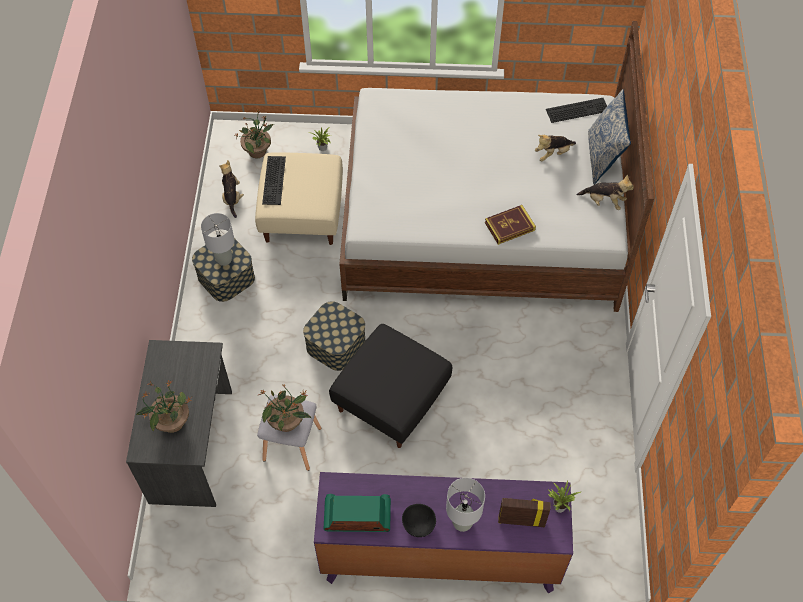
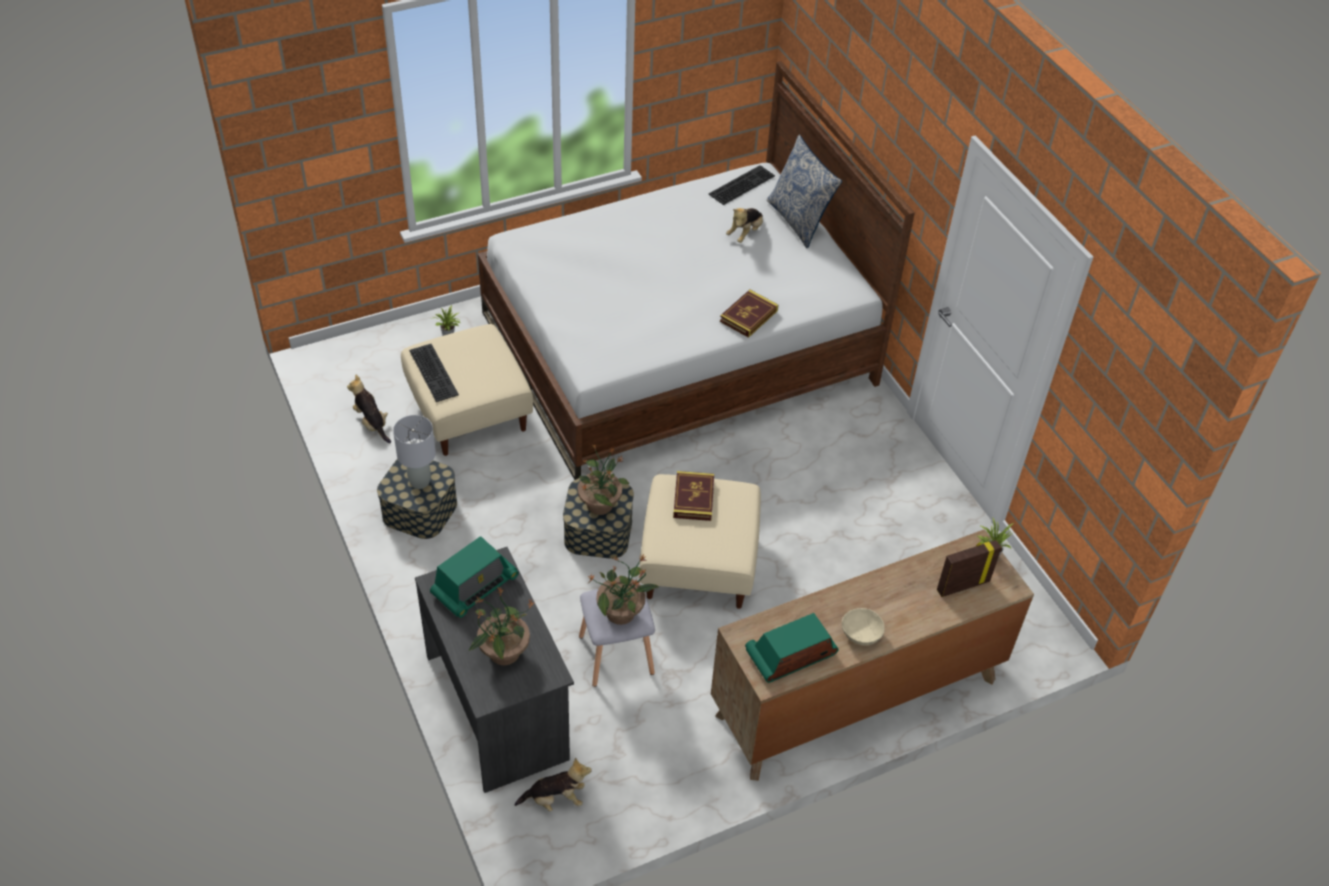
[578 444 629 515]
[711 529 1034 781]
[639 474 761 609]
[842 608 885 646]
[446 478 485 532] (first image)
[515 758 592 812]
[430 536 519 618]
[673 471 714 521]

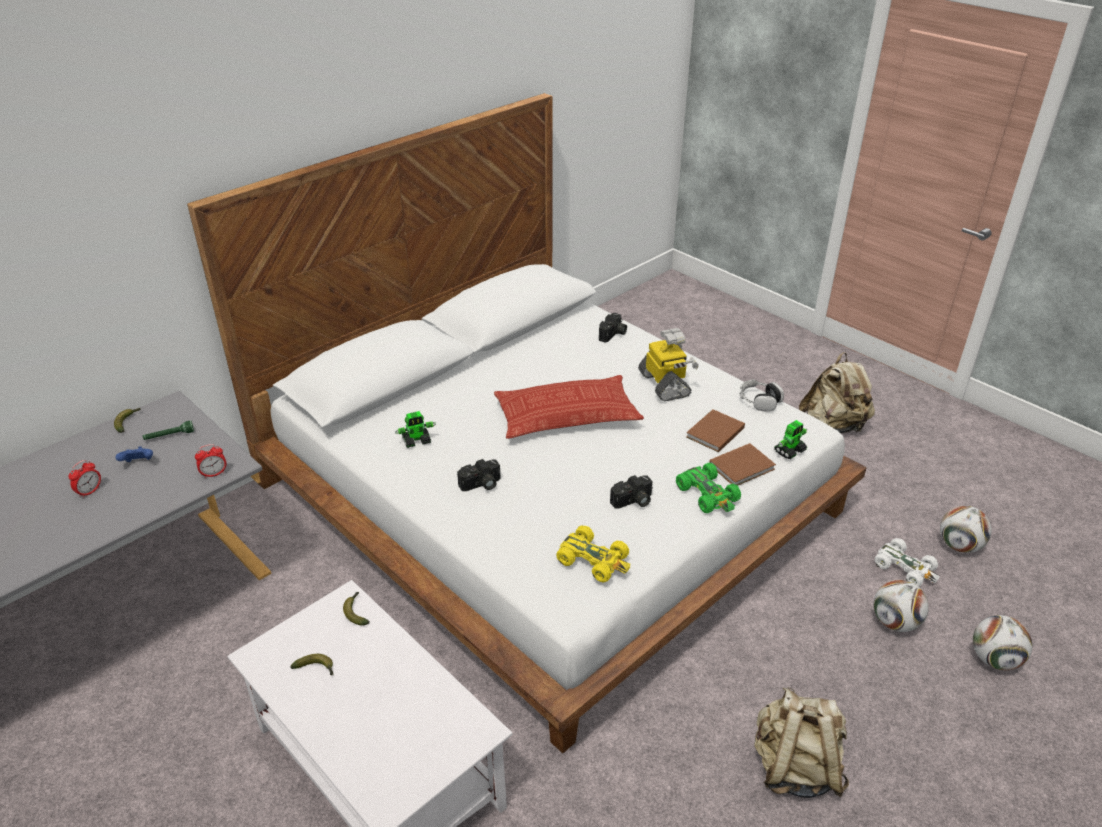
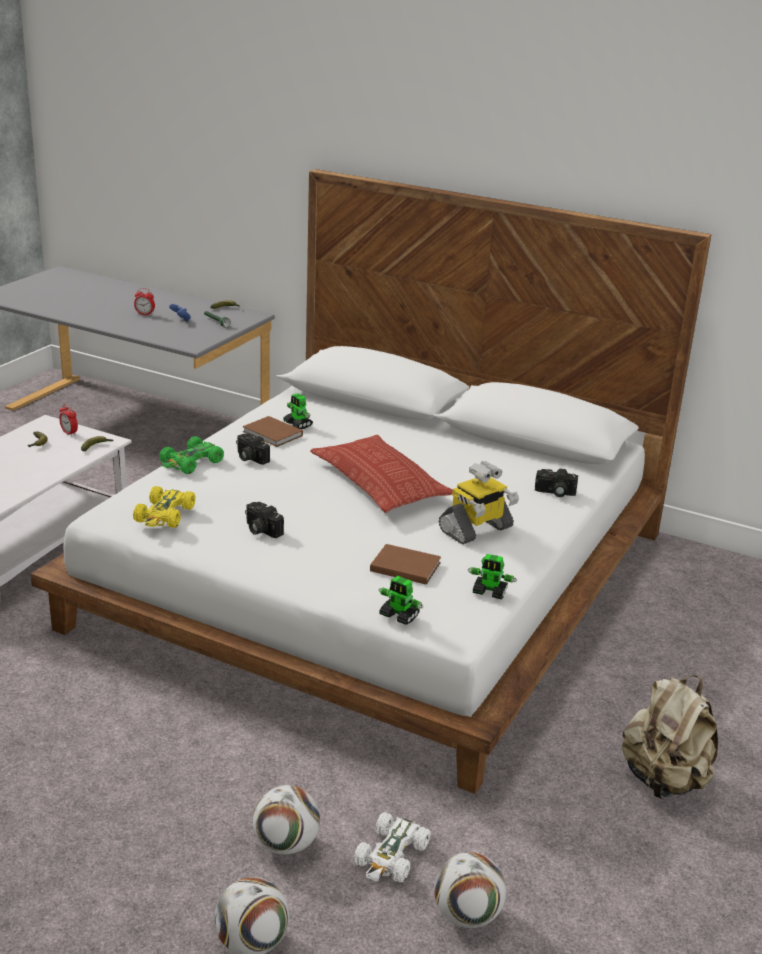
[59 404 78 436]
[159 436 224 474]
[243 416 303 447]
[468 554 517 599]
[754 687 849 798] (first image)

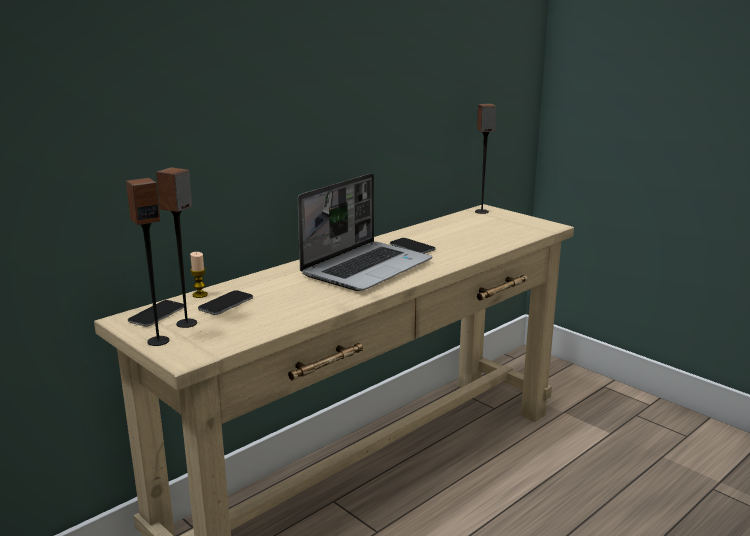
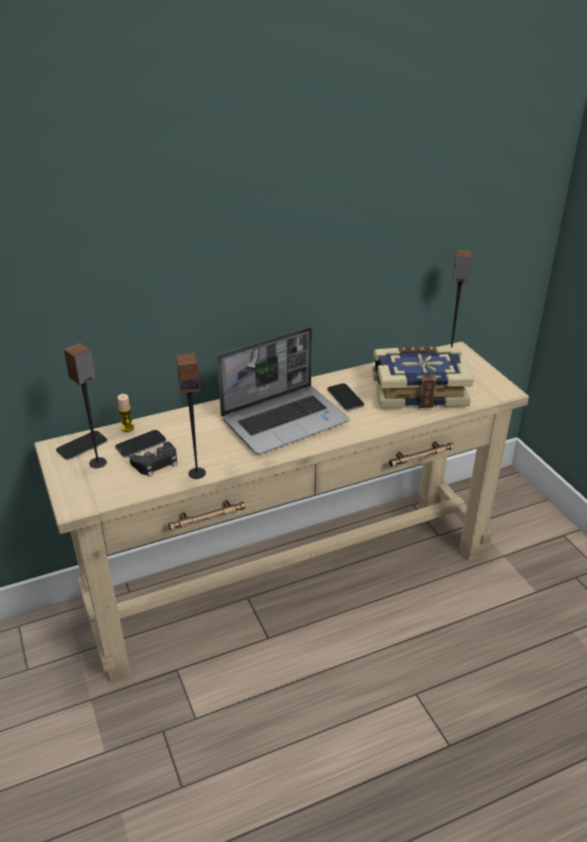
[176 353 206 479]
[129 442 177 477]
[373 347 473 408]

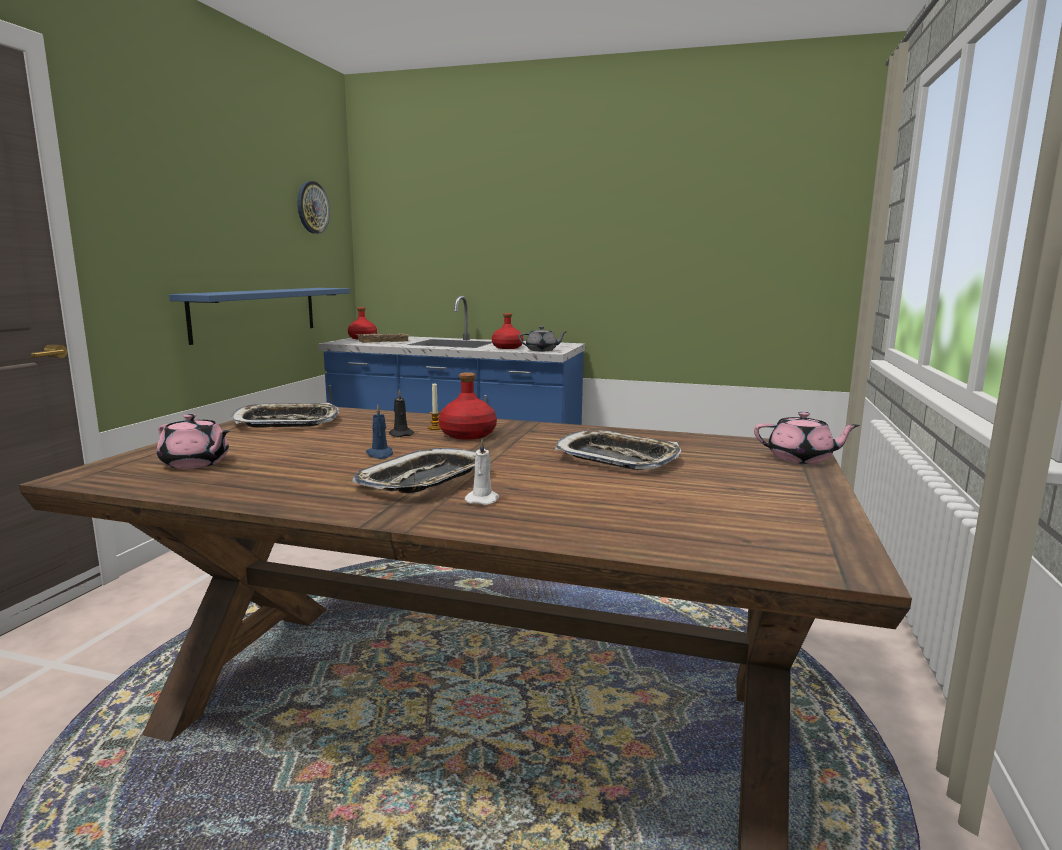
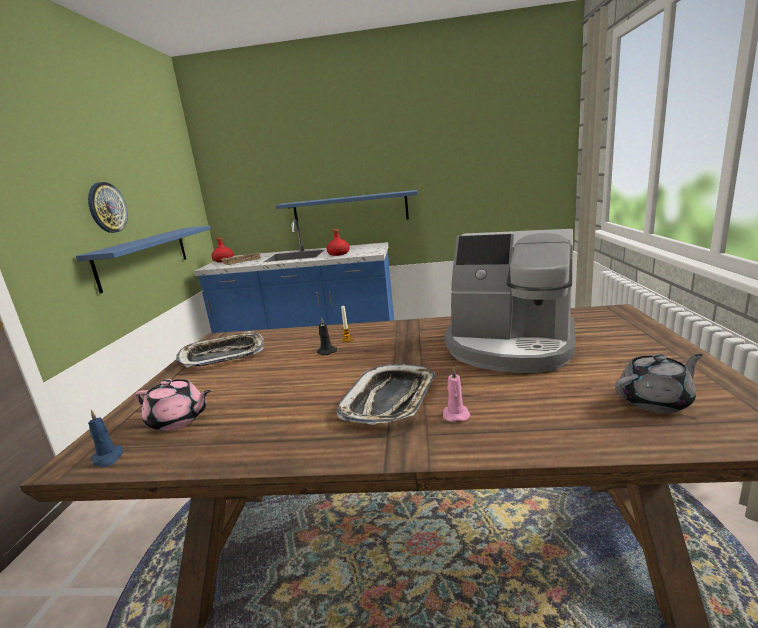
[88 182 128 233]
[88 410 122 467]
[439 372 497 440] (first image)
[443 366 471 422]
[615 354 703 413]
[444 229 575 373]
[754 411 860 464] (first image)
[276 190 418 227]

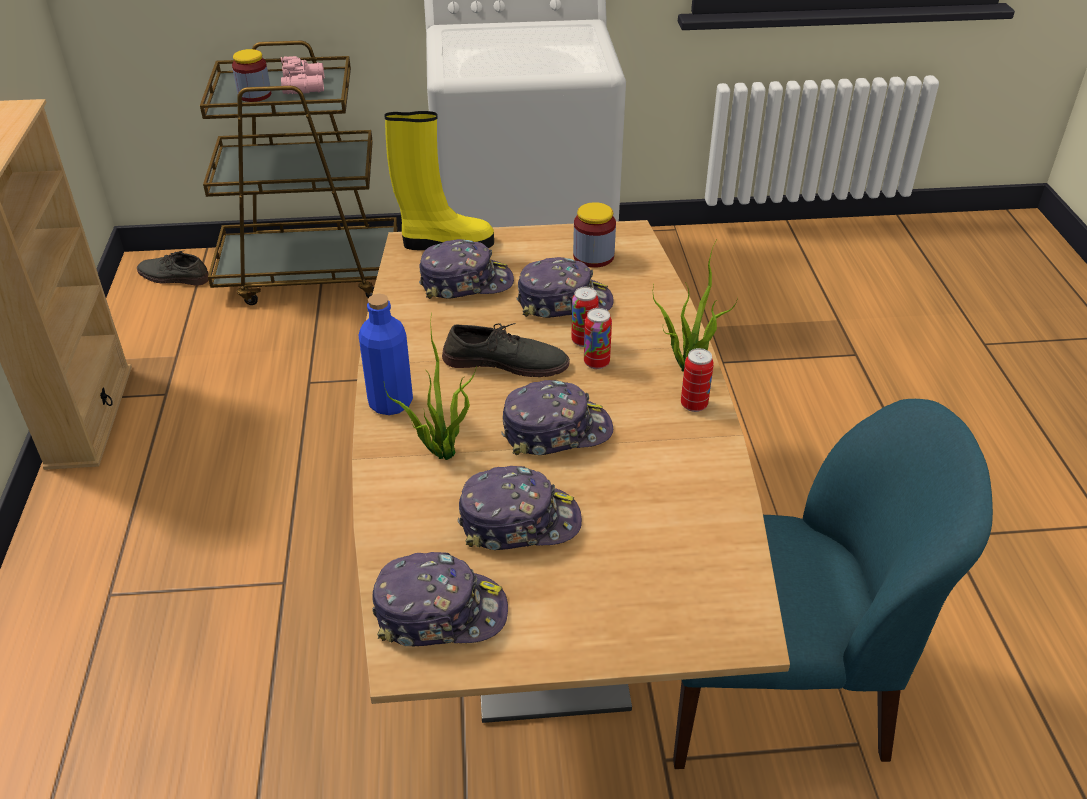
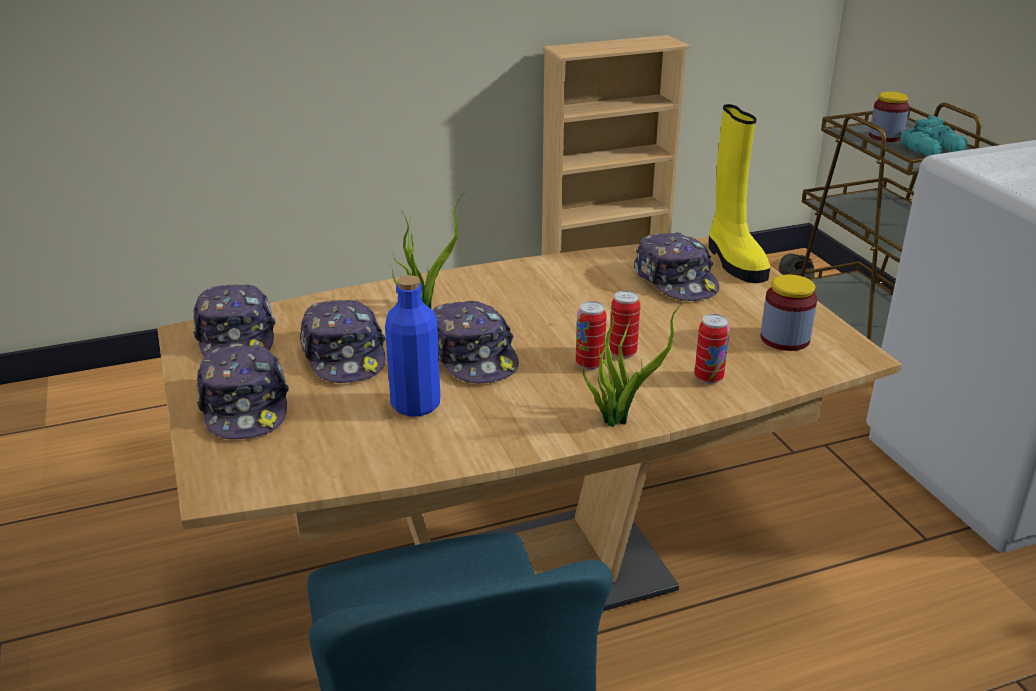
[900 115 967 156]
[385 275 440 416]
[442 323 570 377] (first image)
[197 345 289 439]
[694 314 730 384]

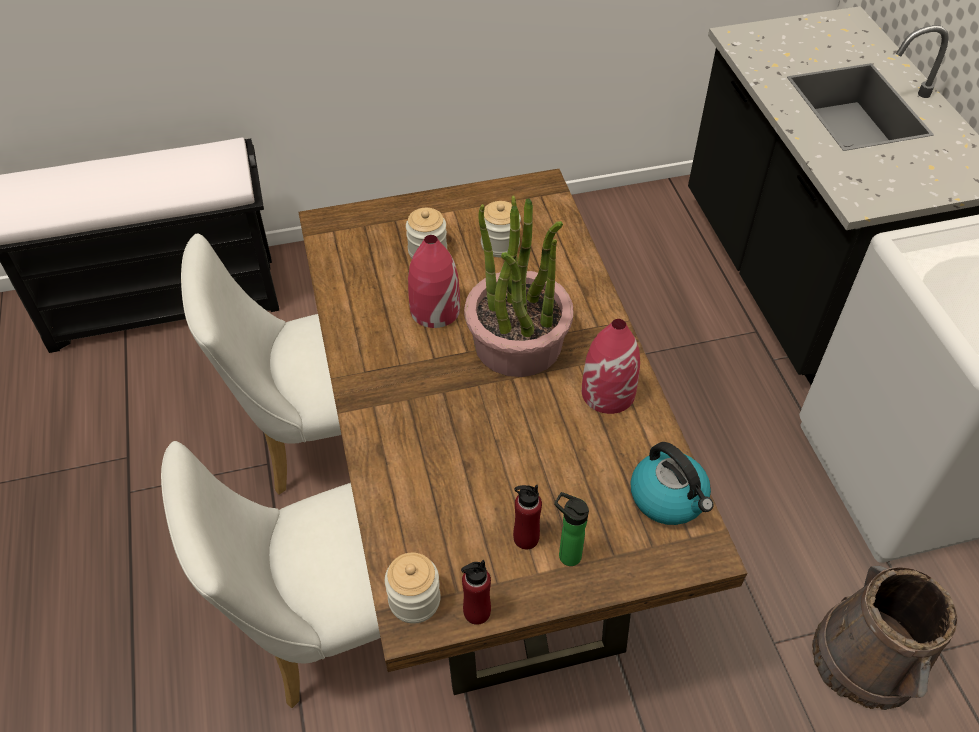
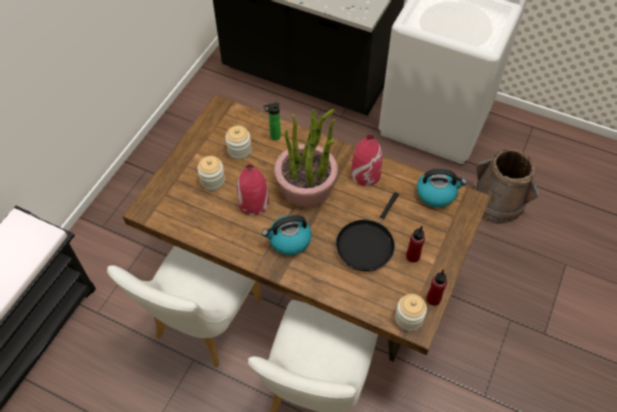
[263 103 281 140]
[262 215 312 255]
[336 192 399 271]

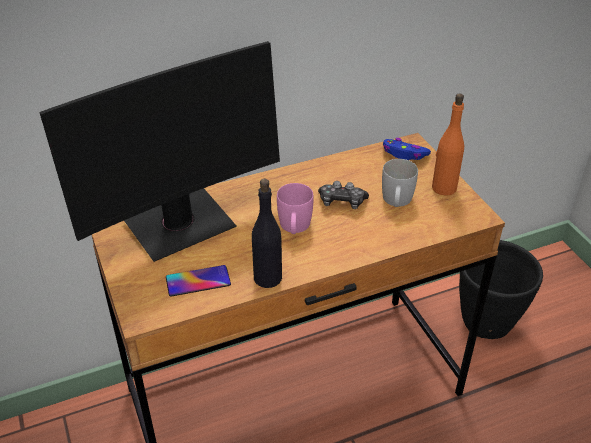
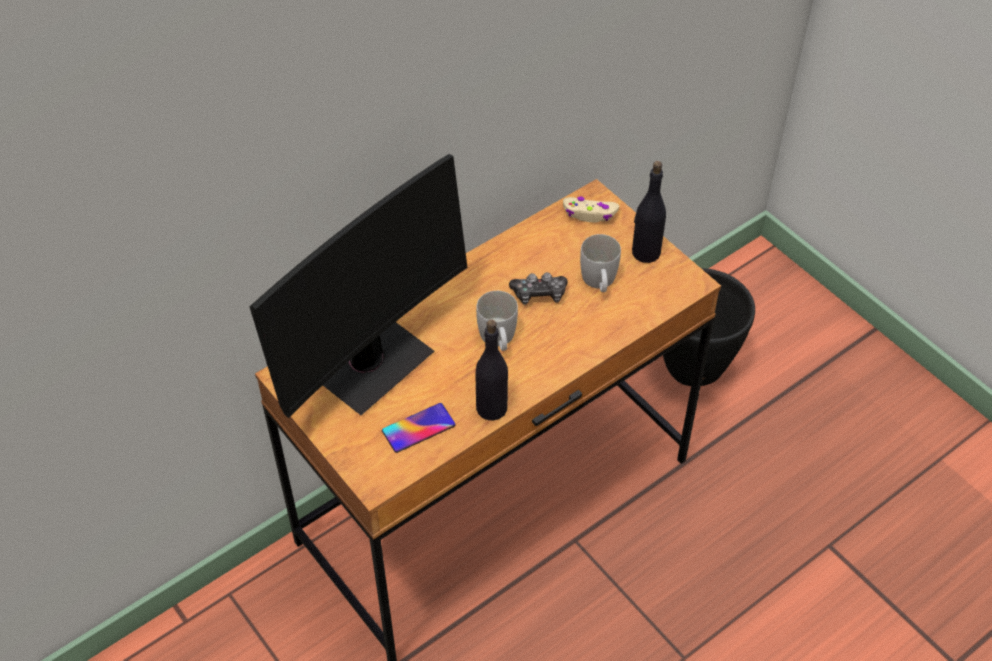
[476 291 518 351]
[563 196 619 223]
[632 161 666 263]

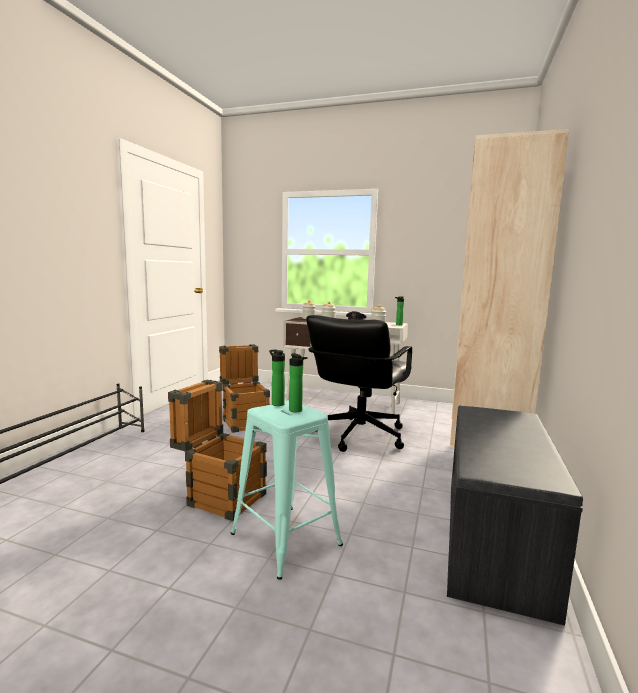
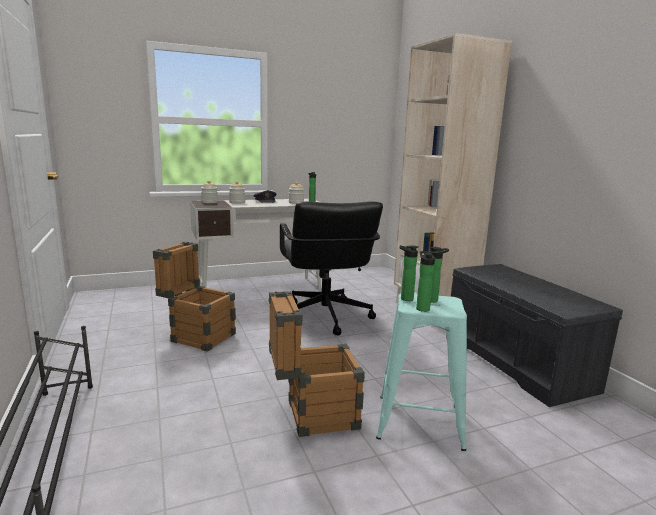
[416 251 435 312]

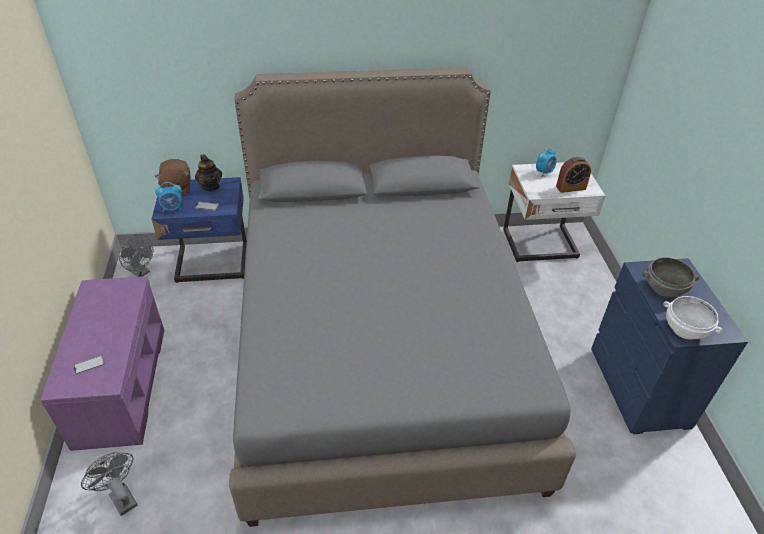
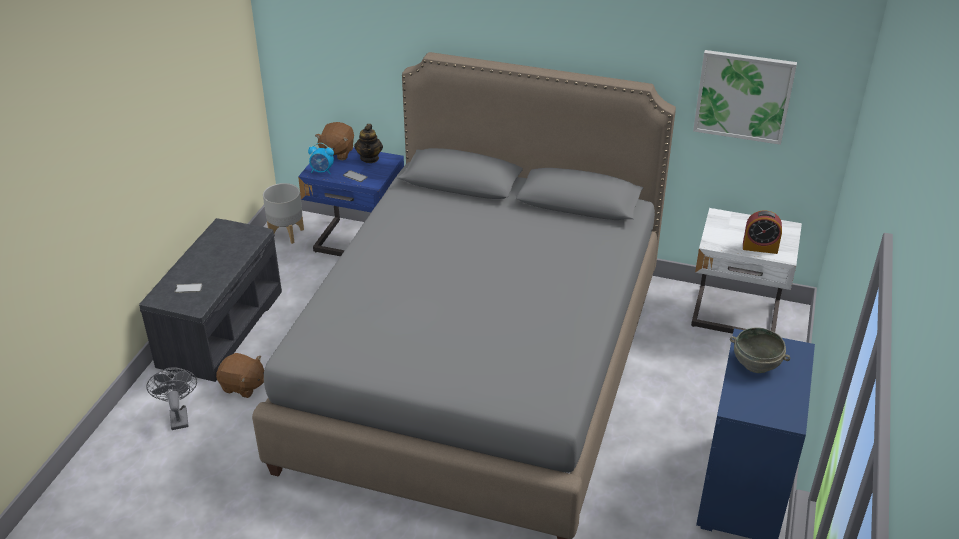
[139 218 282 382]
[263 183 304 244]
[536 148 557 177] (first image)
[663 296 722 340] (first image)
[216 353 264 398]
[693 50 797 145]

